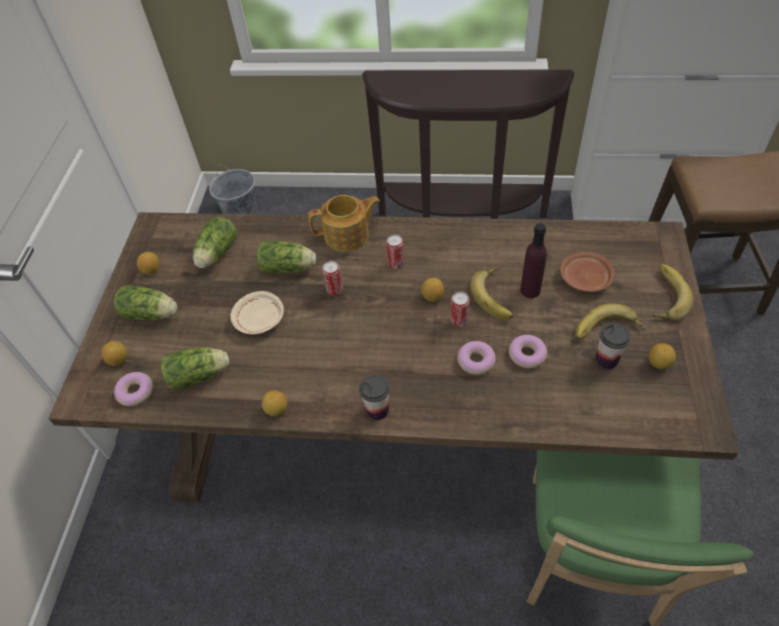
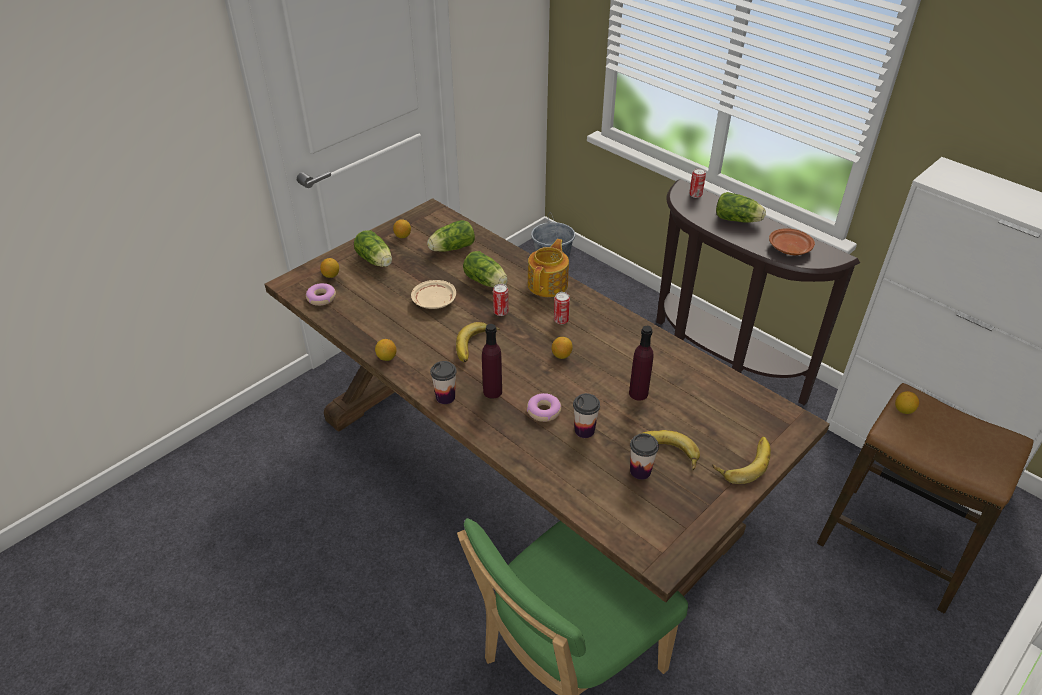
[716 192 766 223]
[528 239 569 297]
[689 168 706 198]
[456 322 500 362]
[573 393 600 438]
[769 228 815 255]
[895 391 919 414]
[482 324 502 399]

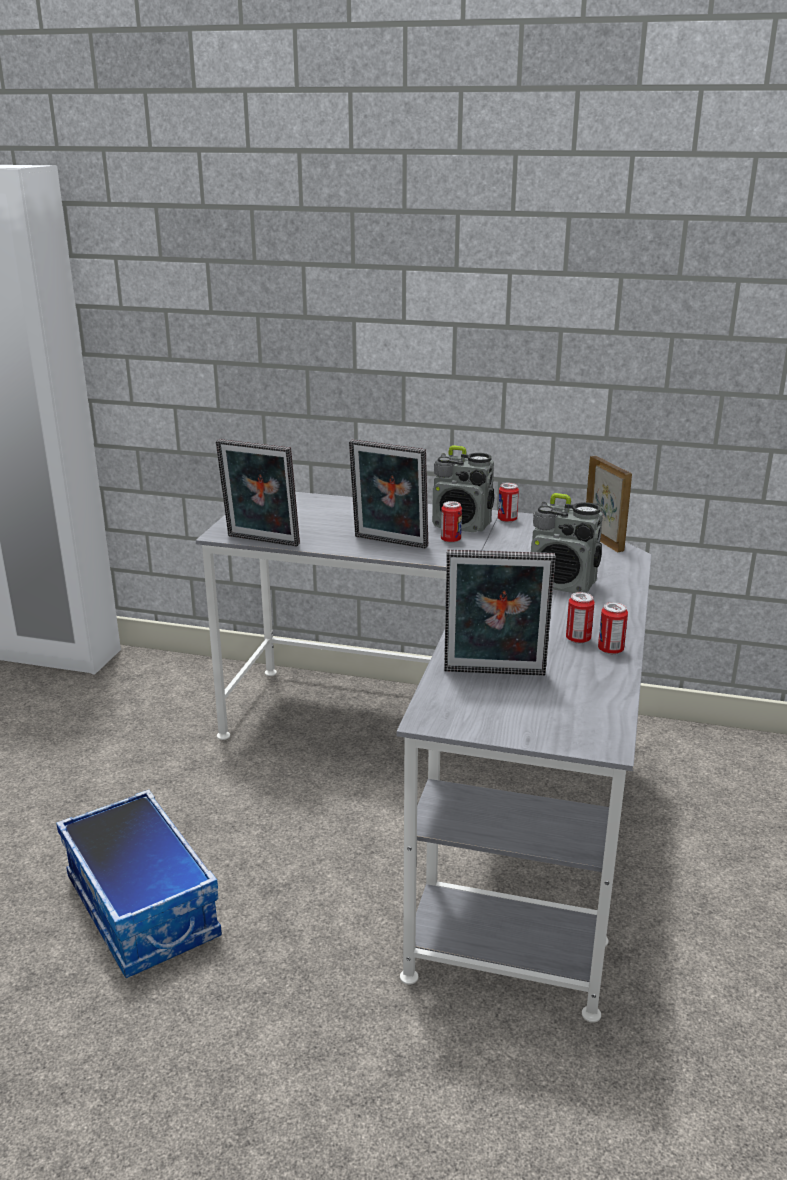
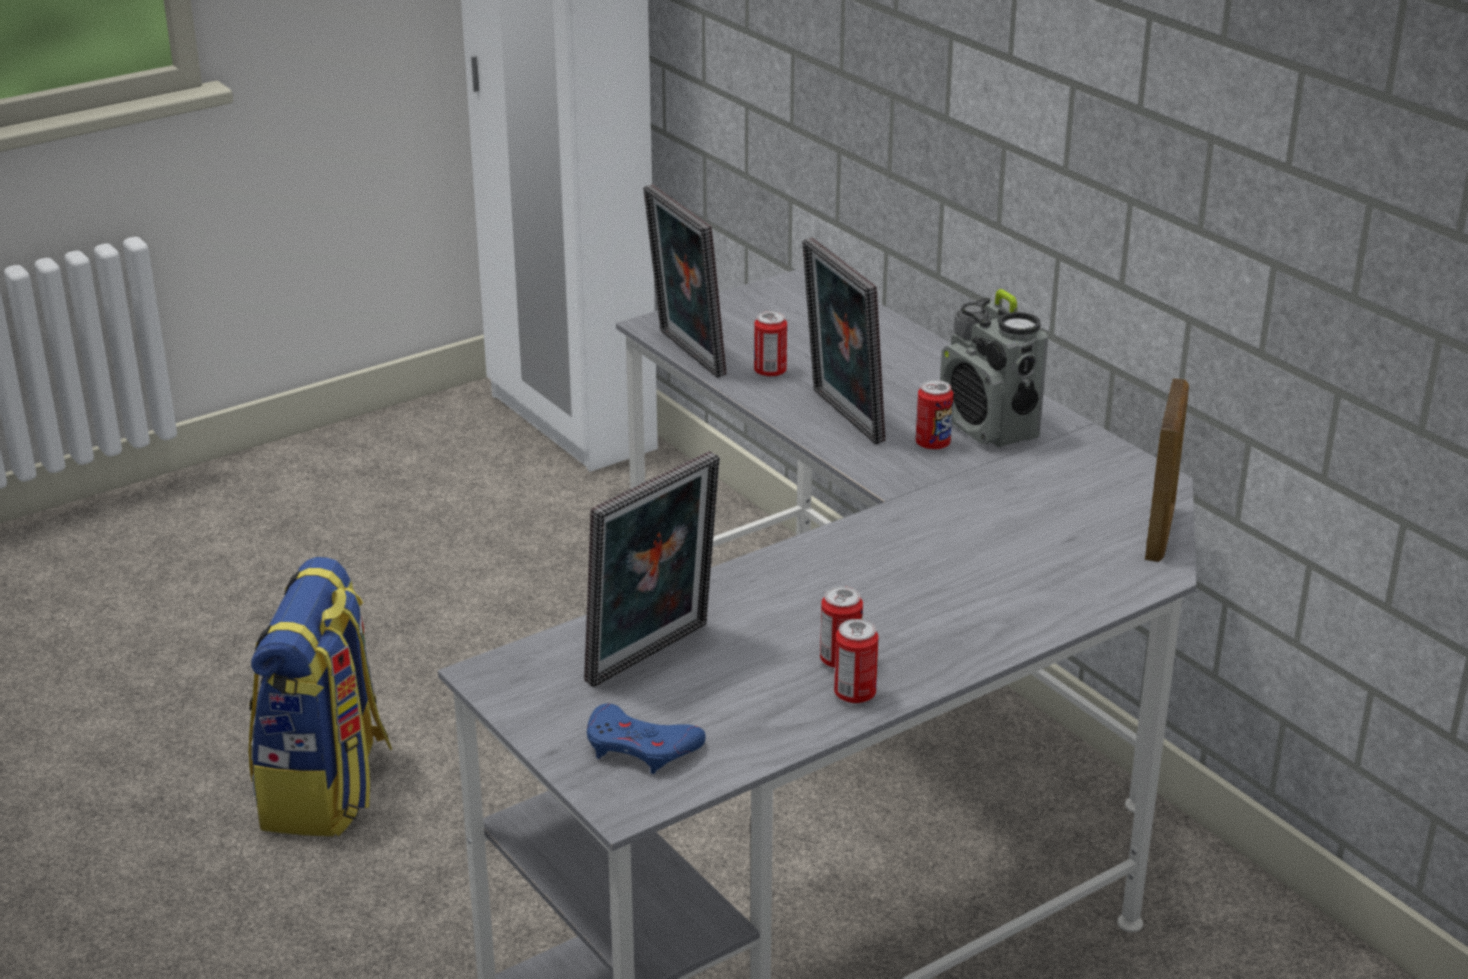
[249 557 392 837]
[584 451 720 687]
[754 311 787 378]
[531 493 603 593] (first image)
[587 704 706 774]

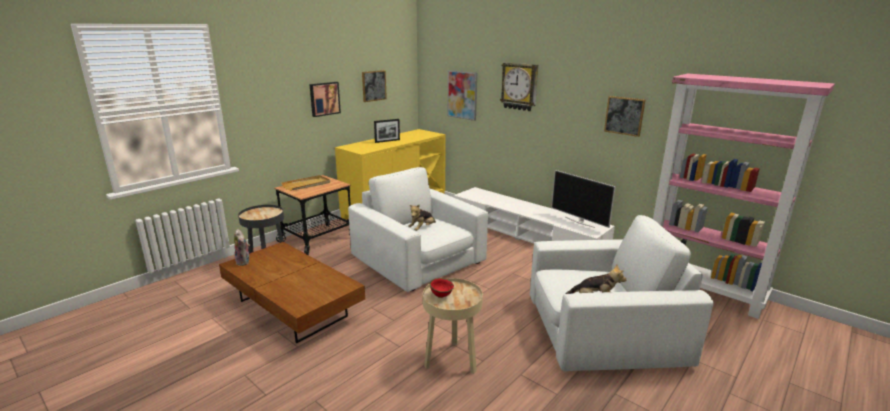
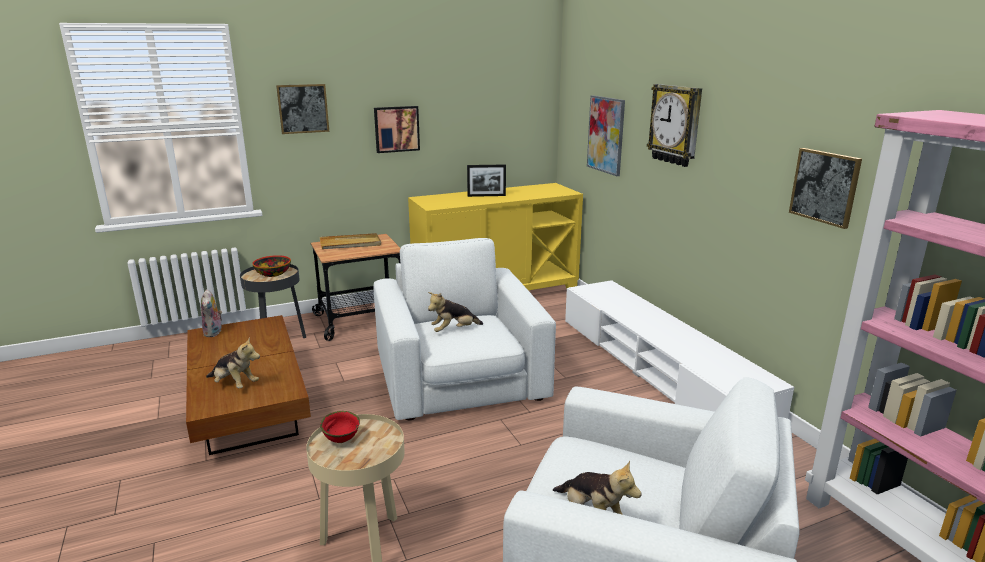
[276 84 329 134]
[551 170 616 228] (first image)
[206 337 260 388]
[252 255 291 277]

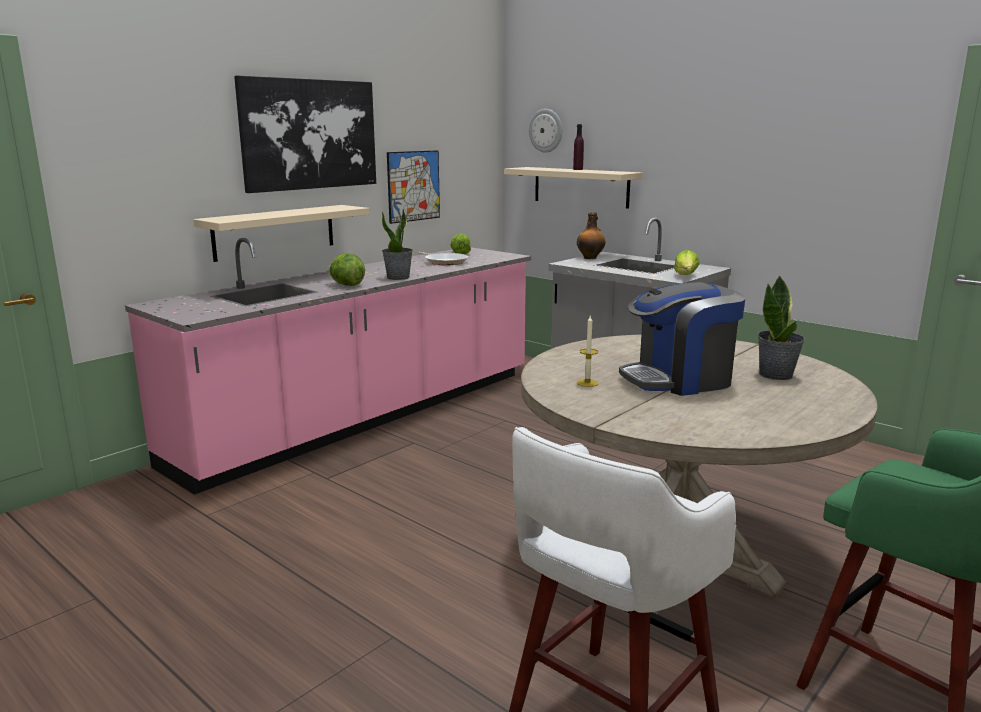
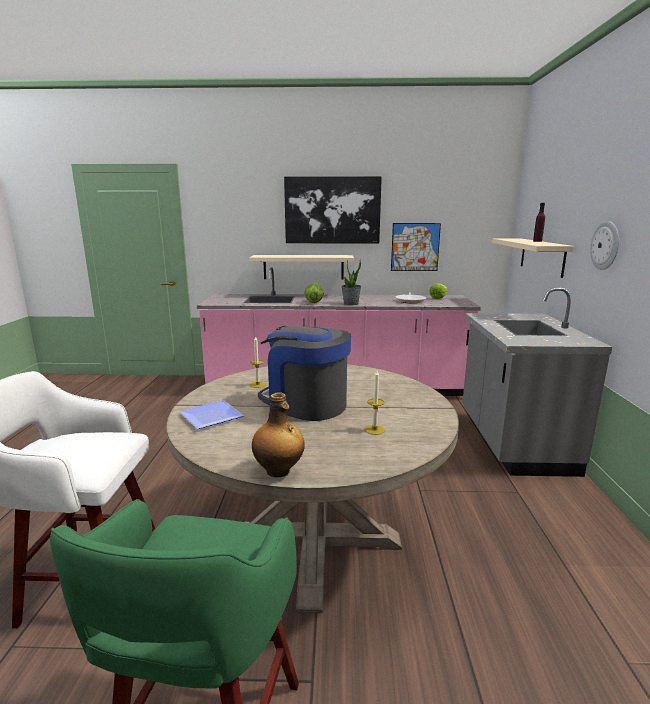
[590 221 619 270]
[252 392 305 477]
[674 250 699 275] (first image)
[365 370 385 435]
[179 400 244 429]

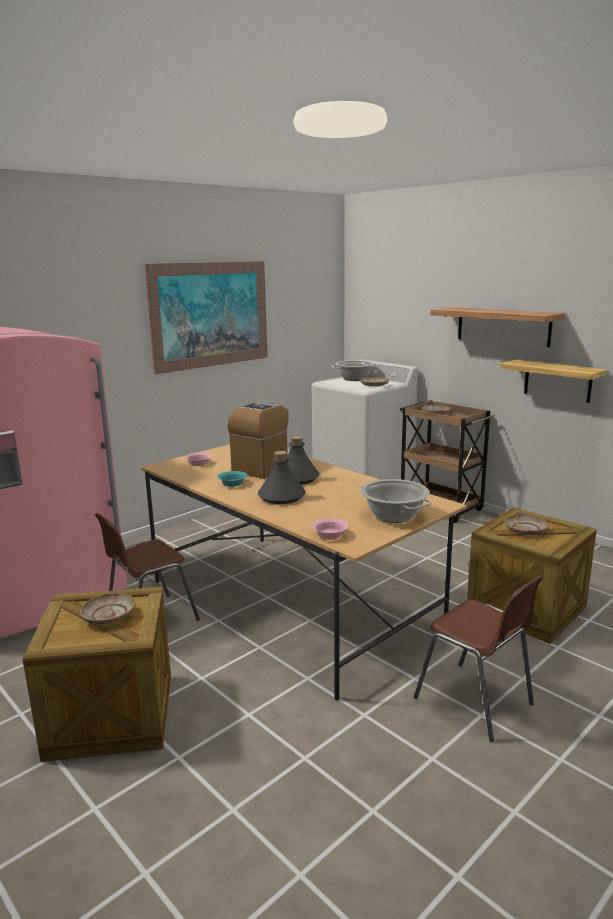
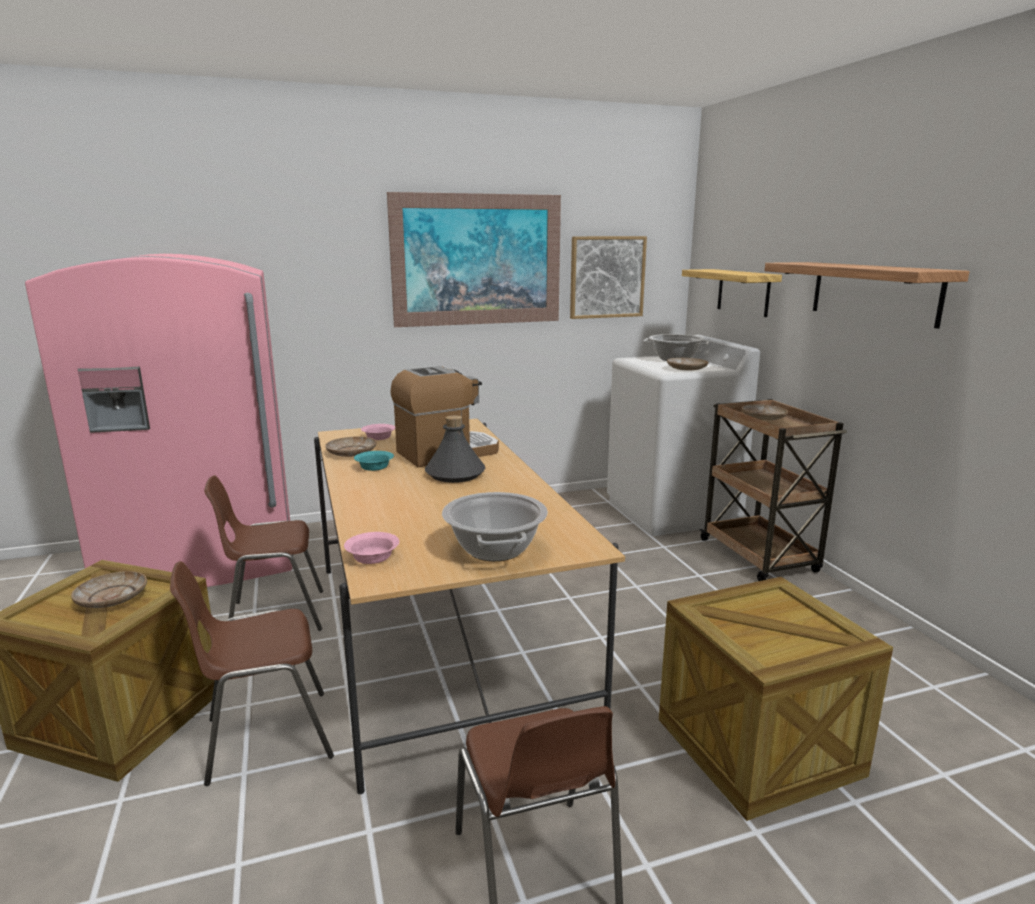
[258 451 305 504] (first image)
[682 269 782 317]
[325 437 377 457]
[170 561 334 786]
[570 236 647 319]

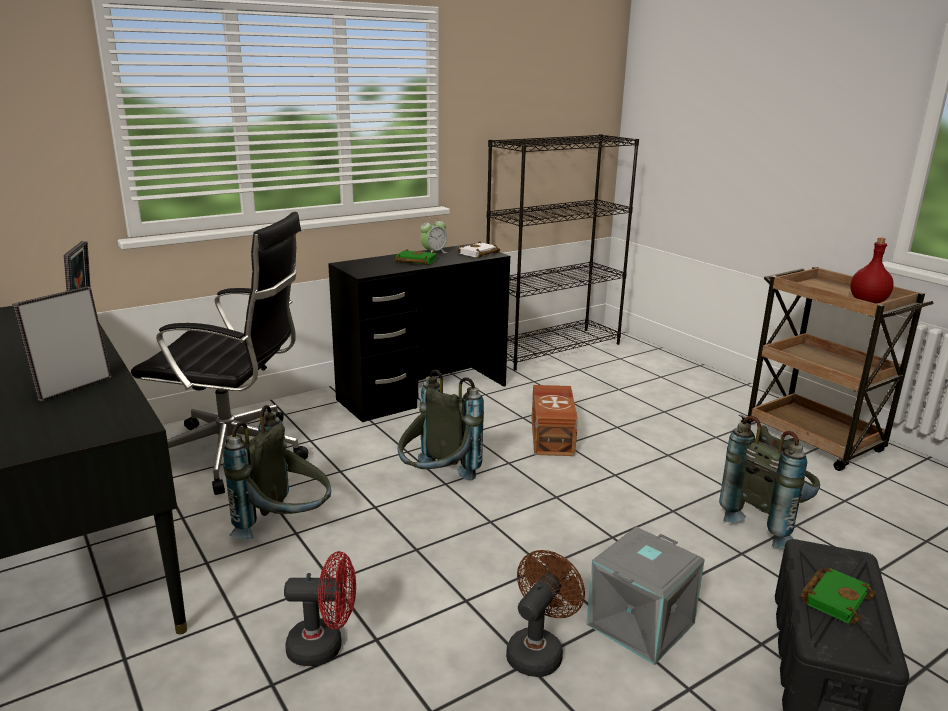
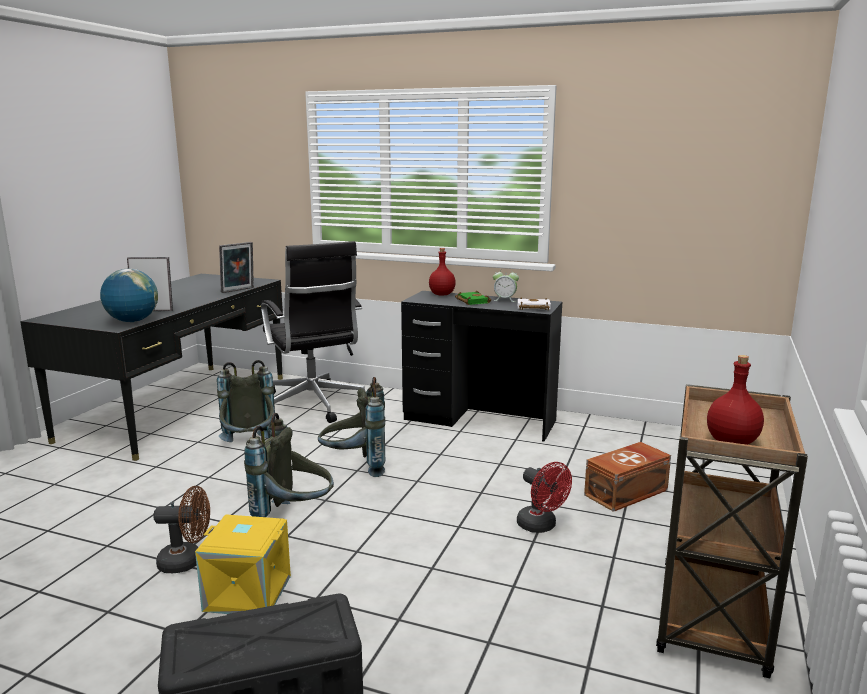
[517 462 572 533]
[486 134 639 371] (first image)
[584 442 671 512]
[195 515 291 614]
[244 413 334 517]
[800 568 876 624] (first image)
[100 269 158 322]
[429 248 456 295]

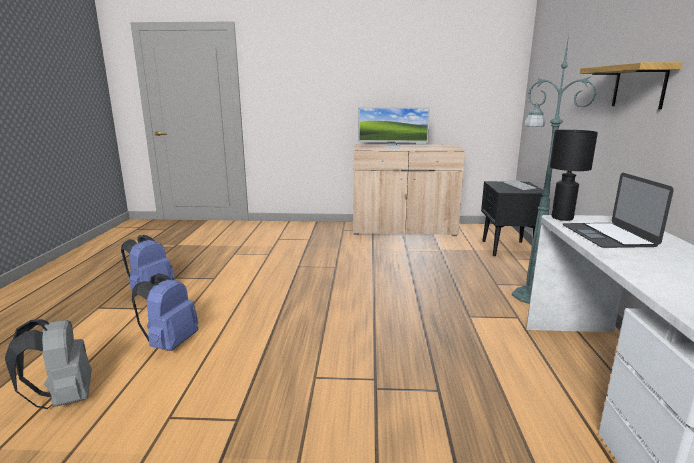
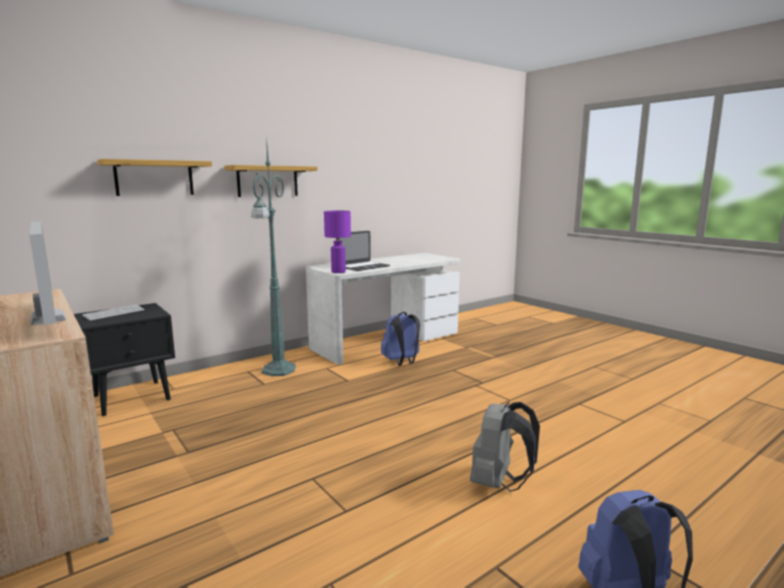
[470 402 540 492]
[381 312 420 366]
[324 211 351 273]
[97 159 212 196]

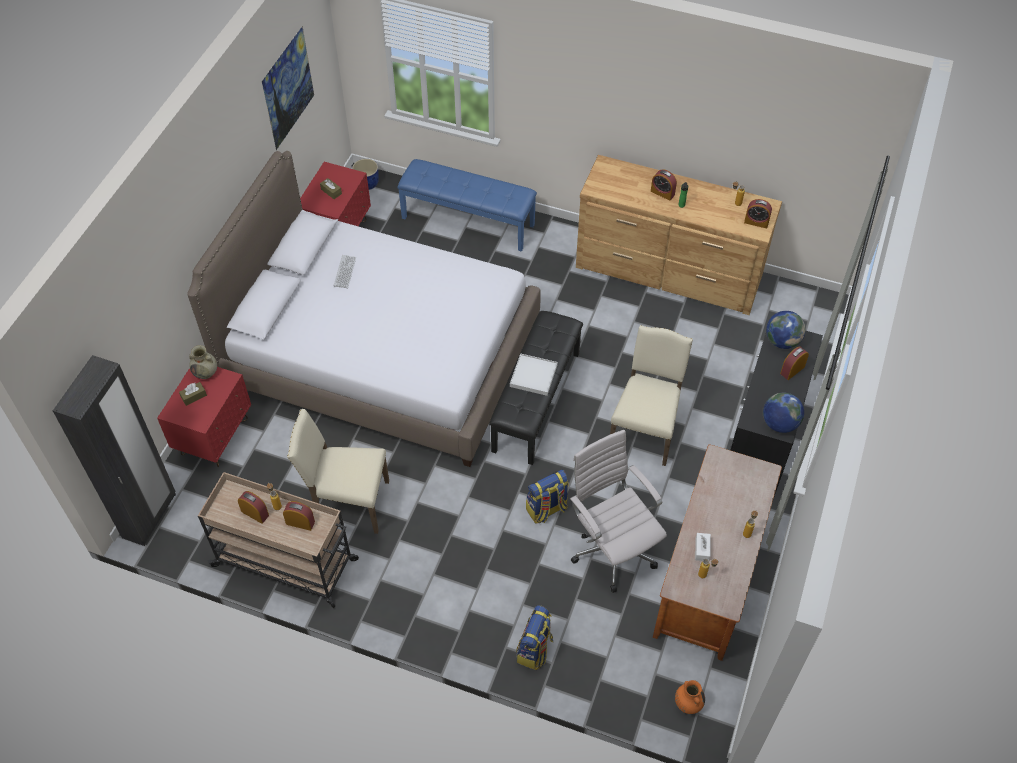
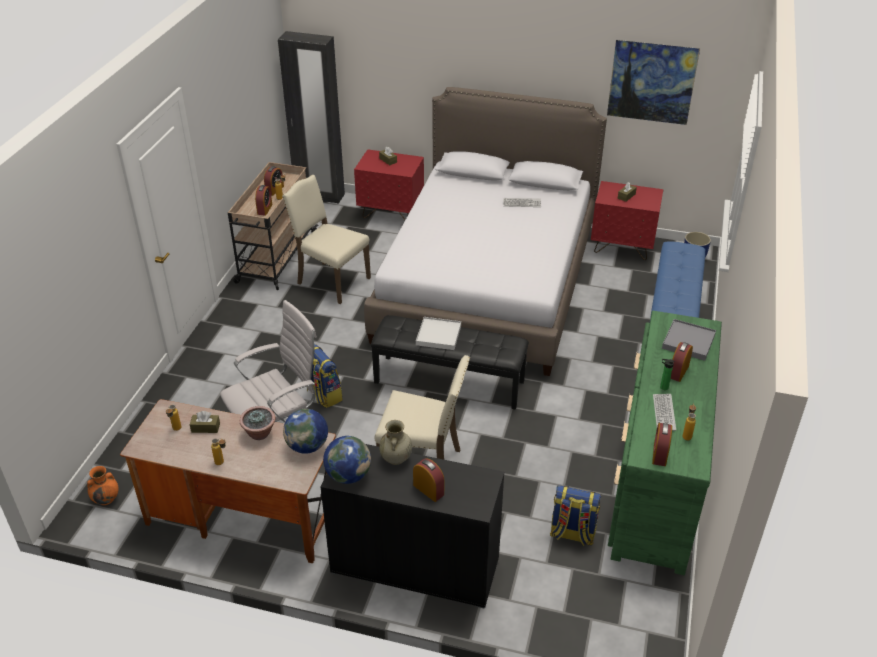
[379 420 412 465]
[282 175 371 304]
[550 485 602 546]
[608 311 722 575]
[190 411 220 433]
[283 409 328 454]
[240 406 275 440]
[653 394 676 431]
[662 319 716 361]

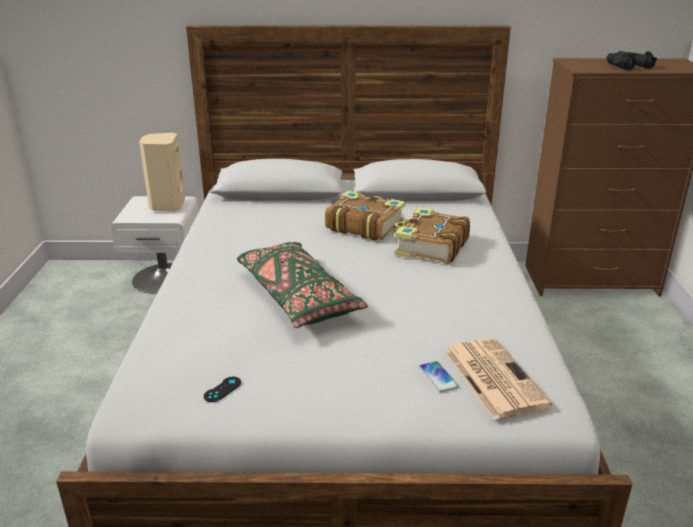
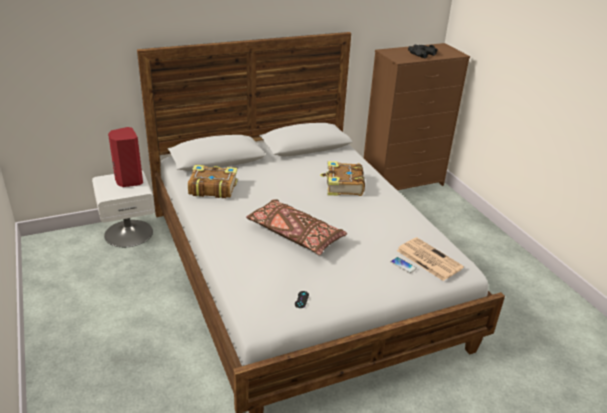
[108 127 143 187]
[246 199 347 255]
[188 165 238 198]

